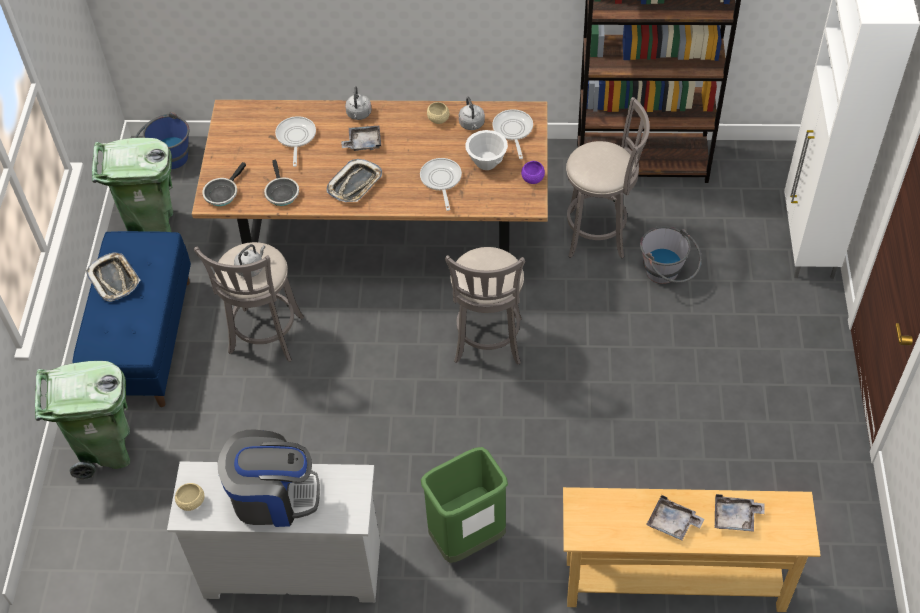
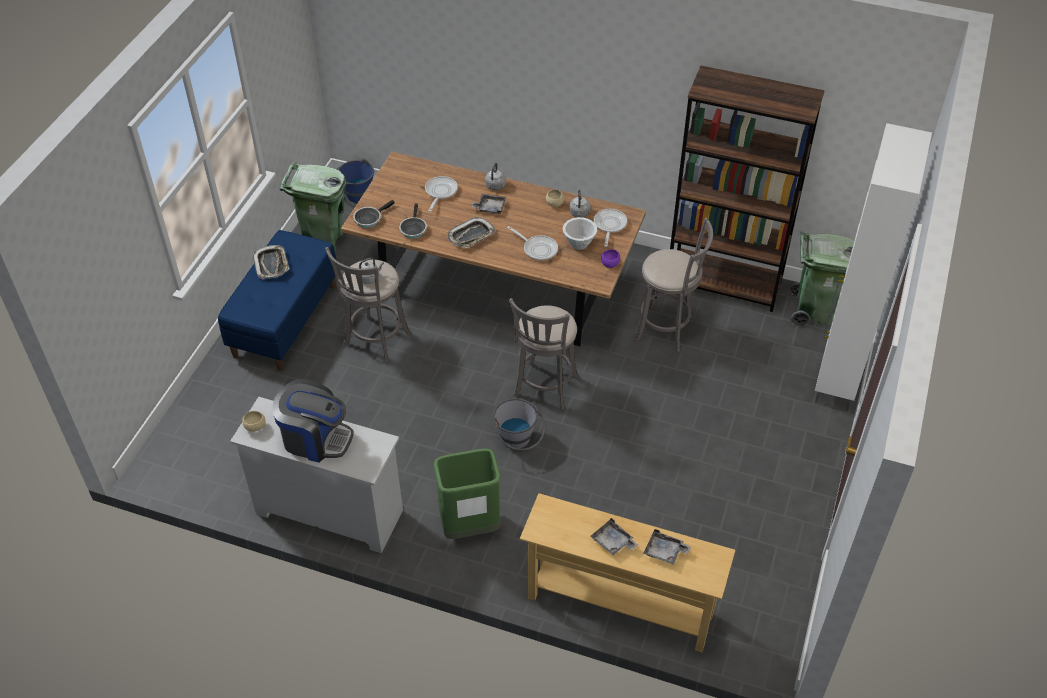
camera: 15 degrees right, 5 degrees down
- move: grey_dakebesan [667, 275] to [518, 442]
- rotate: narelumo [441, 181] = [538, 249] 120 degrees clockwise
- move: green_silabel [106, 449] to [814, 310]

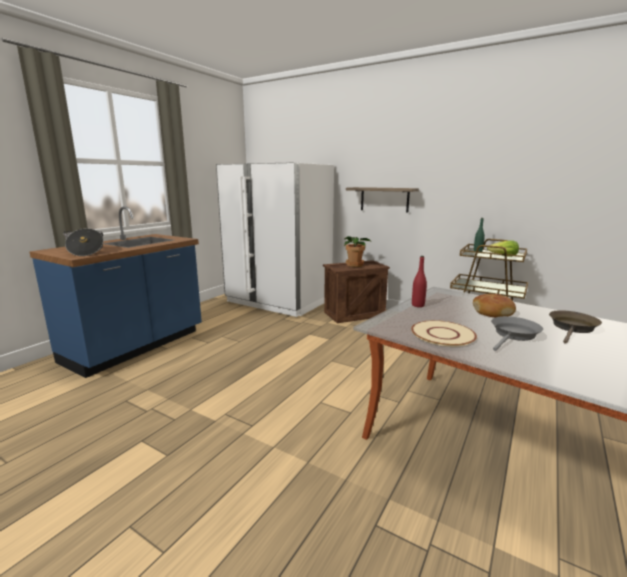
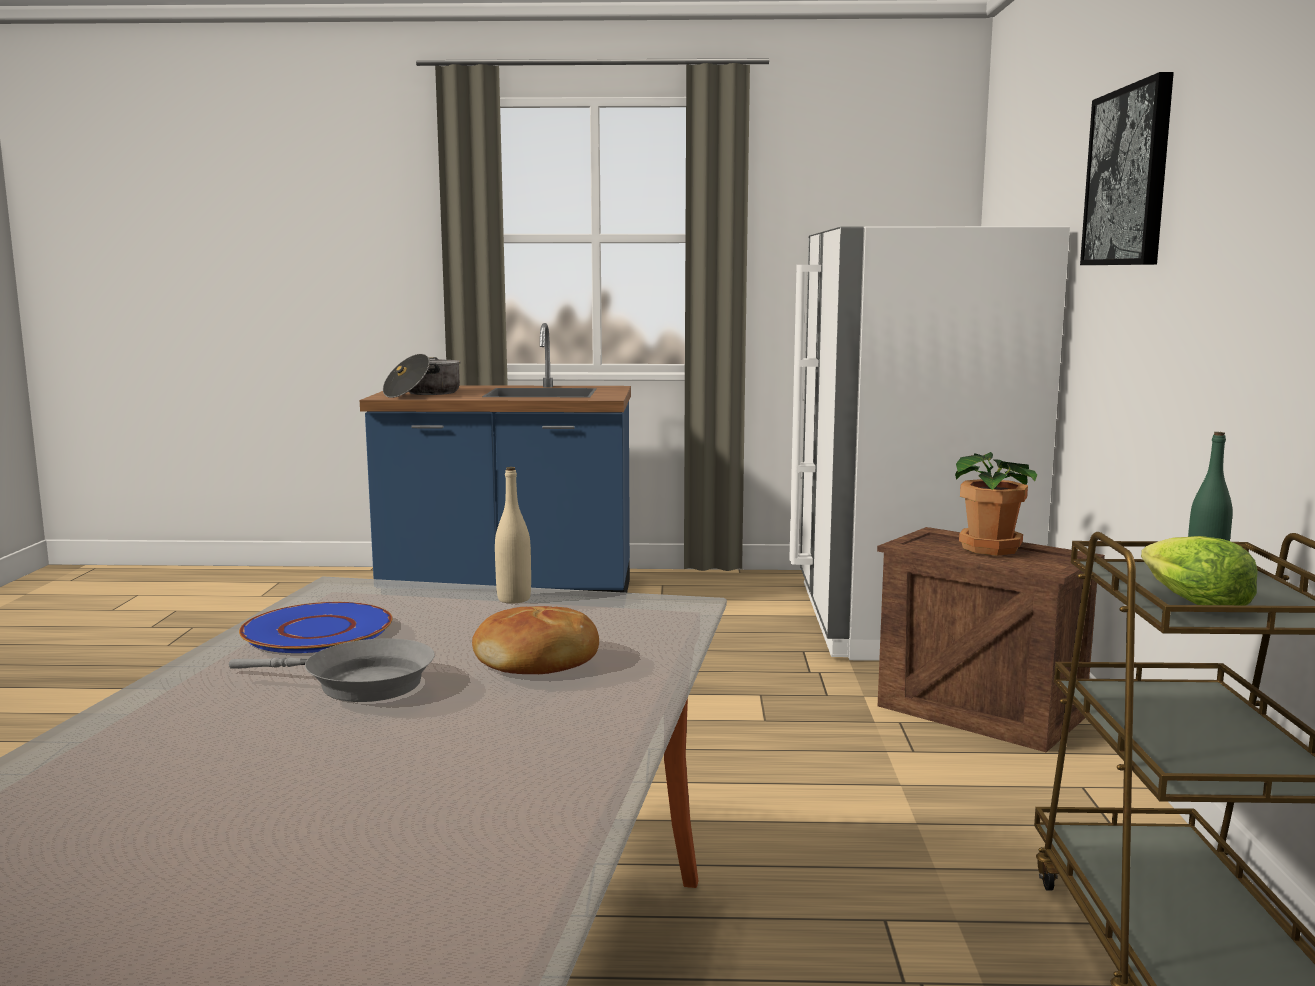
camera: 60 degrees right, 5 degrees down
- recolor: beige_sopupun [442, 334] to blue_sopupun [318, 630]
- recolor: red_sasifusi [418, 305] to beige_sasifusi [514, 599]
- insert: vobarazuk [1129, 177]
- delete: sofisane [384, 199]
- delete: brown_narelumo [572, 328]

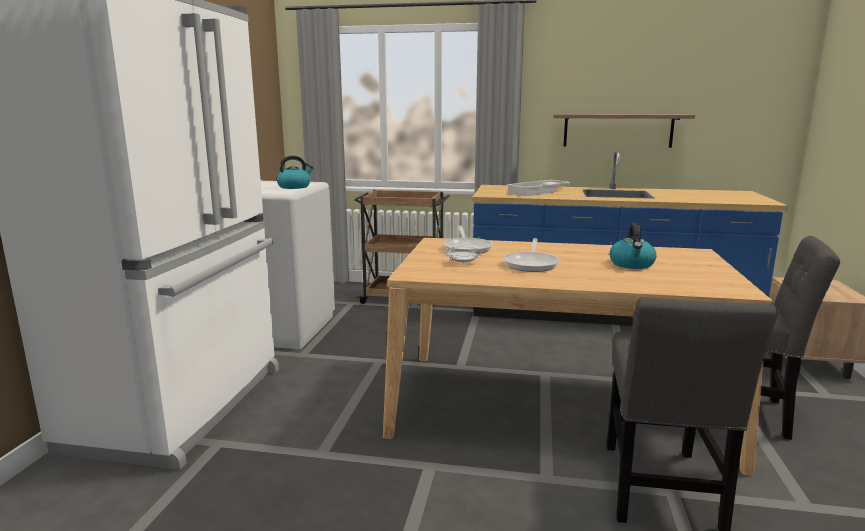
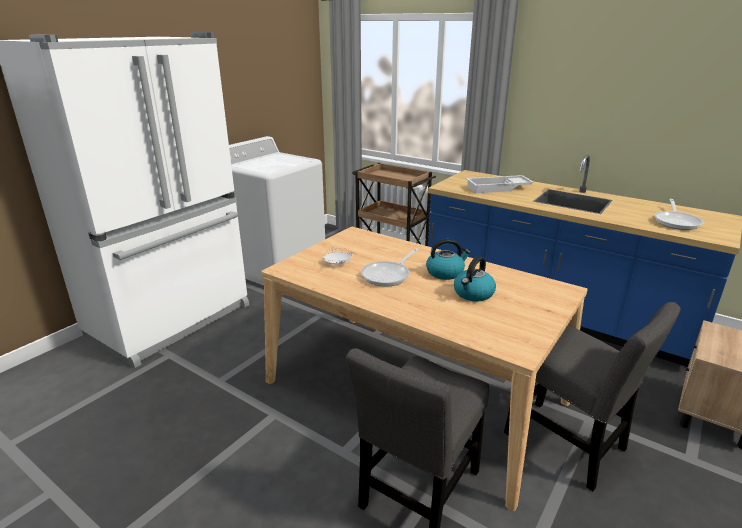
camera: 25 degrees right, 10 degrees up
- move: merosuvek [294, 187] to [445, 272]
- move: narelumo [467, 248] to [676, 222]
- delete: sofisane [618, 130]

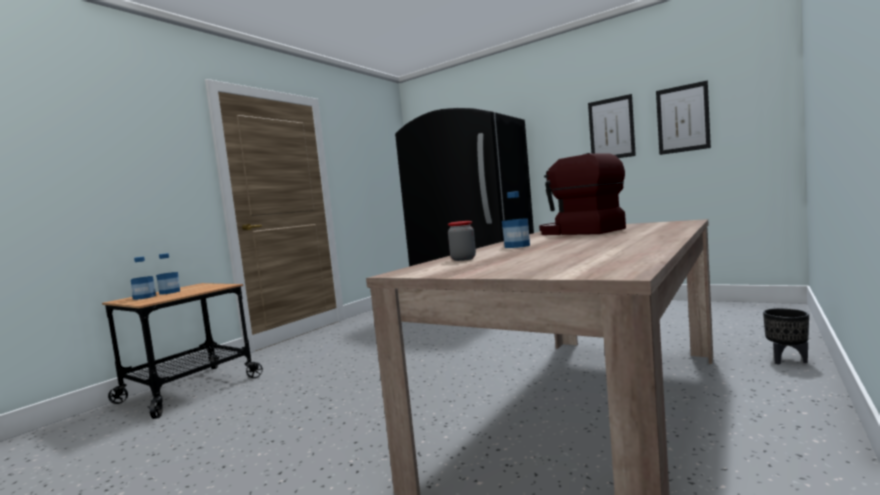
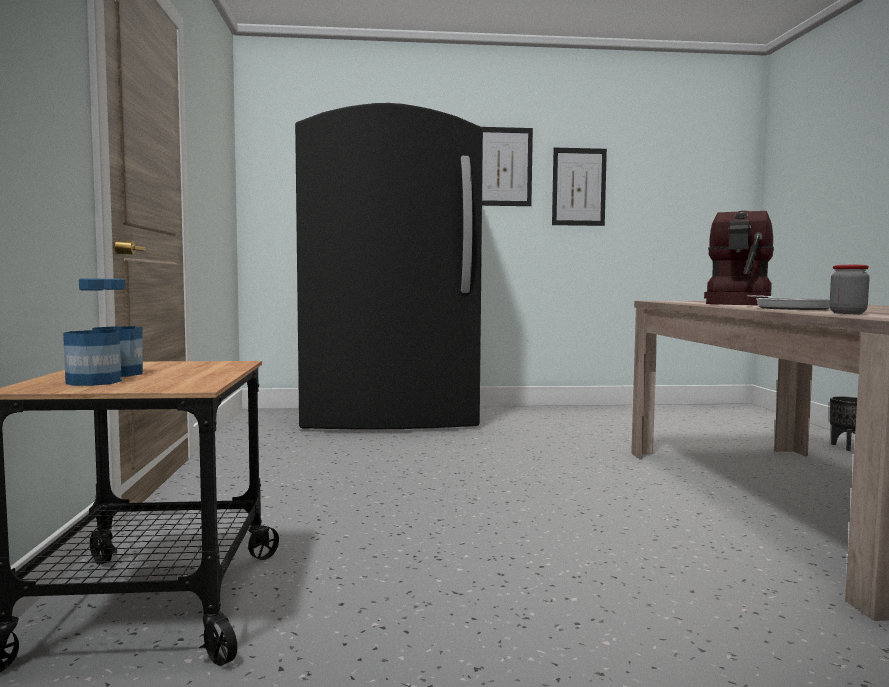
camera: 40 degrees left, 0 degrees up
- move: vobarazuk [682, 119] to [505, 167]
- rotate: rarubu [579, 232] = [739, 303] 75 degrees counterclockwise
- replace: sasifusi [517, 246] to narelumo [790, 308]

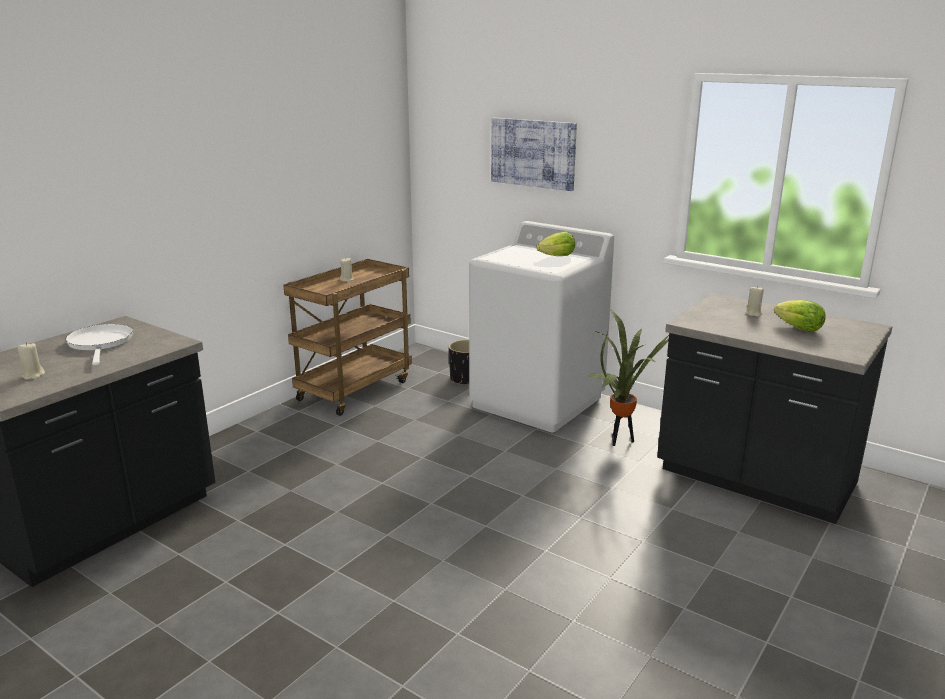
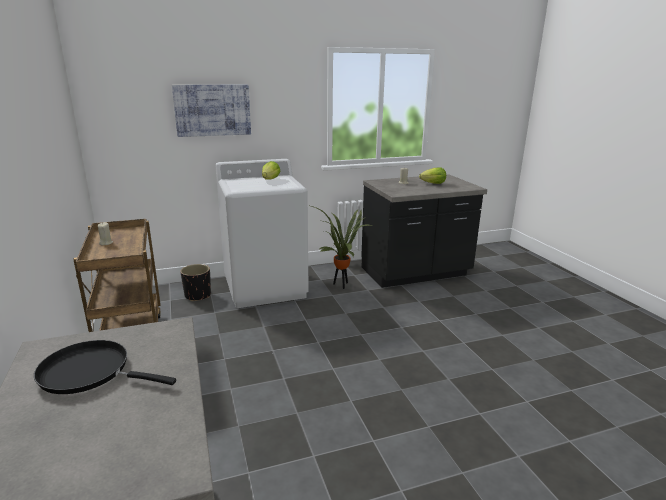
camera: 55 degrees left, 0 degrees up
- recolor: white_narelumo [100, 343] to black_narelumo [90, 372]
- delete: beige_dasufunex [33, 375]

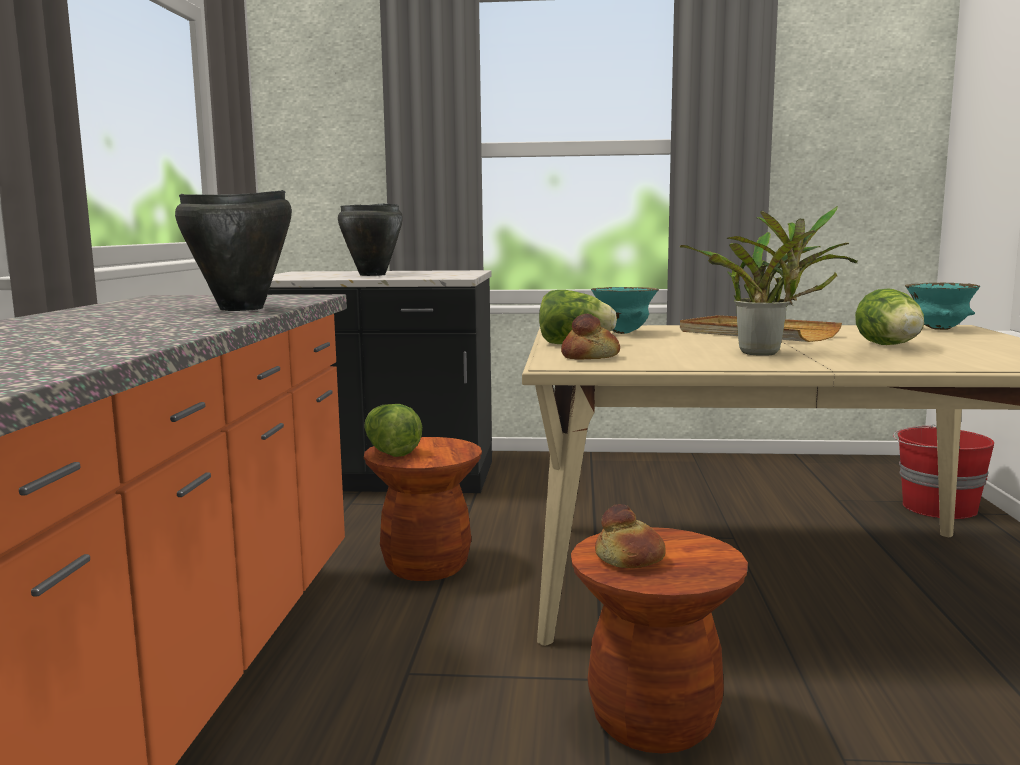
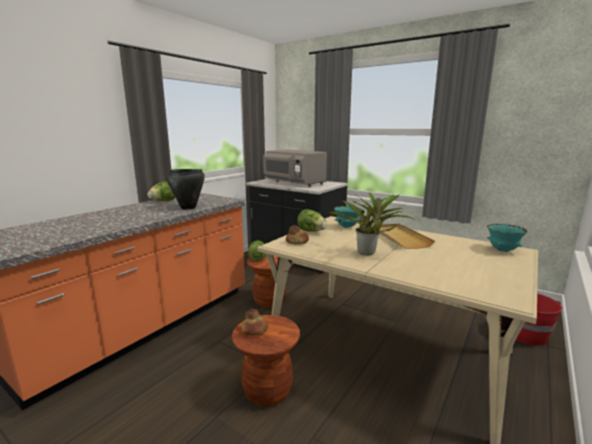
camera: 30 degrees right, 5 degrees up
- move: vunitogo [891, 346] to [163, 201]
- replace: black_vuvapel [373, 275] to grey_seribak [294, 183]

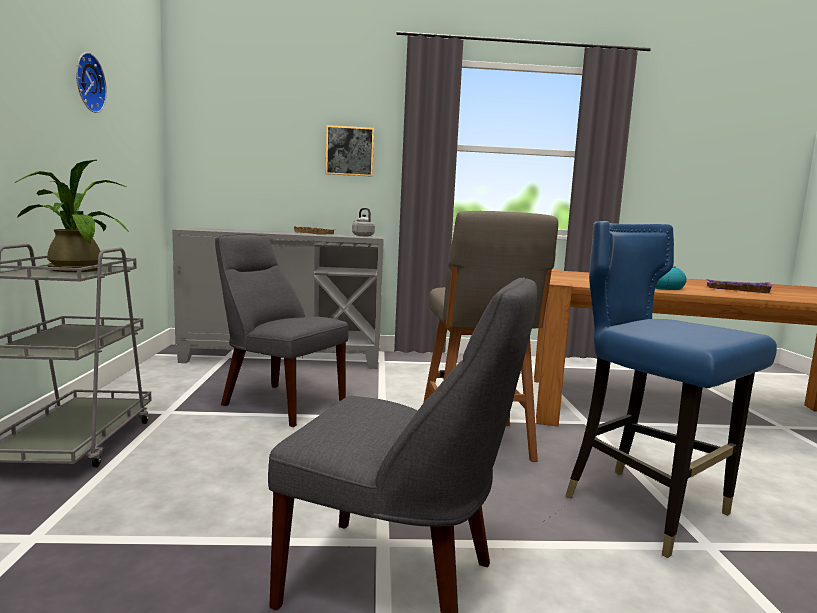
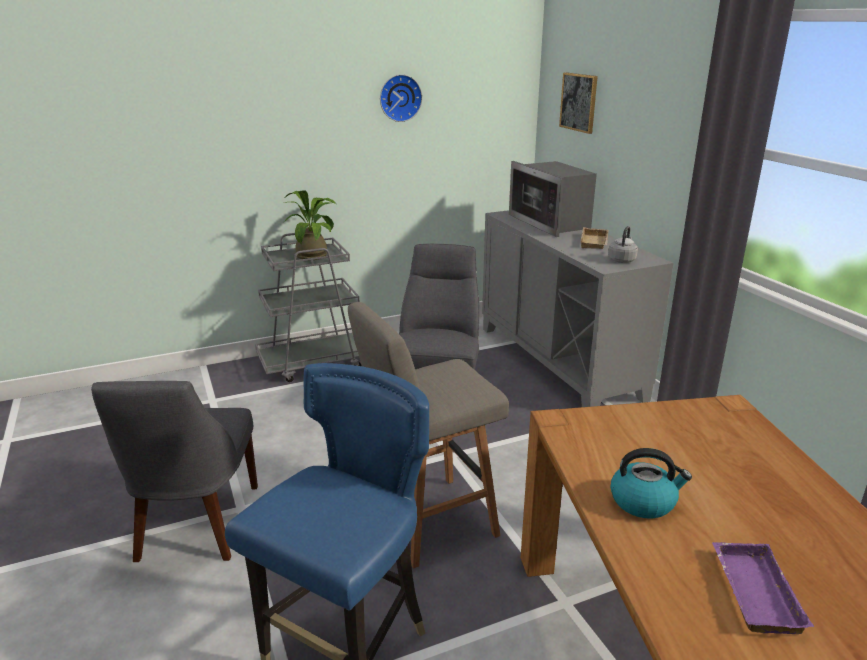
camera: 70 degrees right, 15 degrees up
- insert: seribak [550, 222]
- move: vobarazuk [349, 151] to [579, 102]

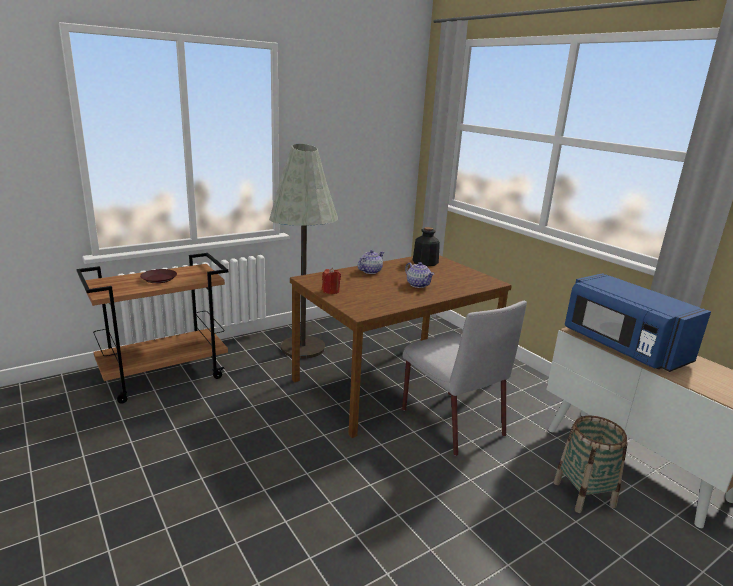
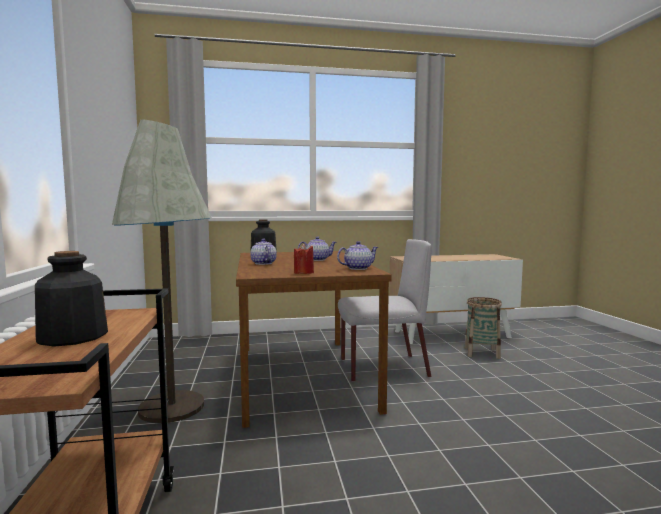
camera: 65 degrees left, 15 degrees down
- replace: brown_sopupun [159, 279] to sasifusi [71, 337]
- insert: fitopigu [357, 268]
- delete: blue_seribak [622, 347]

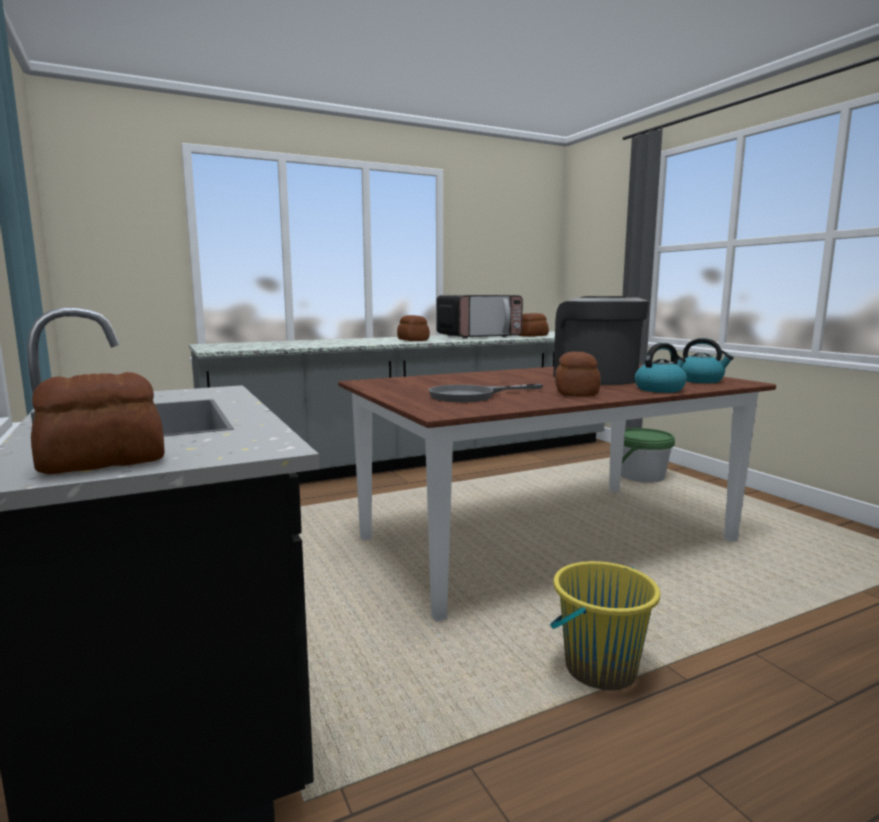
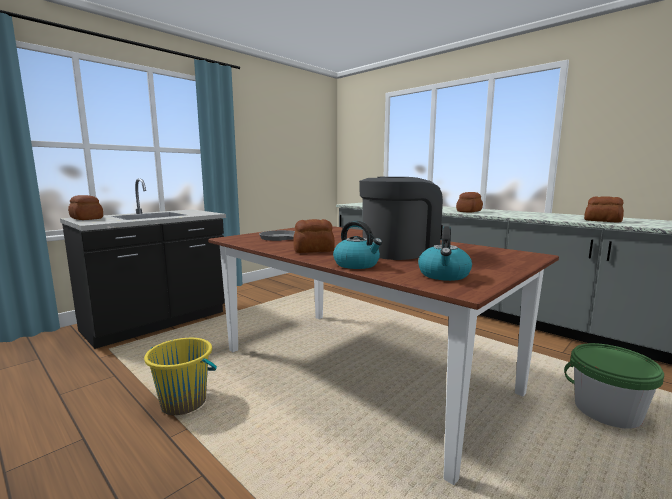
camera: 70 degrees right, 0 degrees up
- delete: seribak [479, 336]

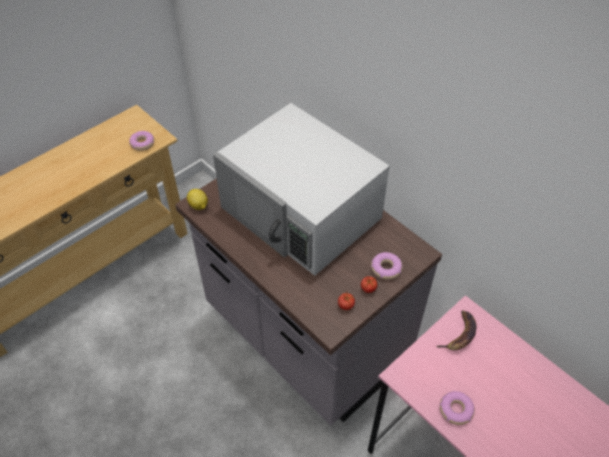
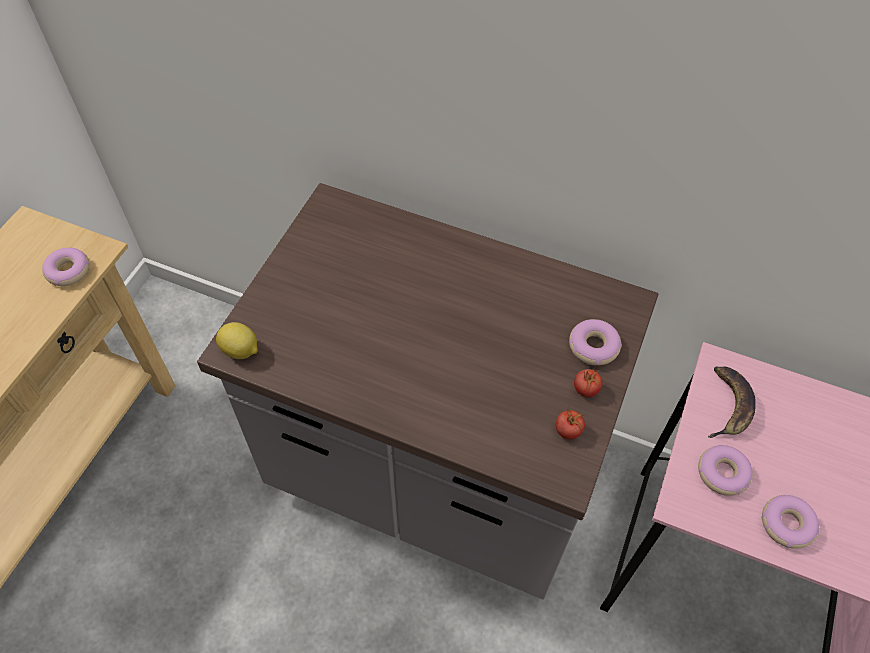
camera: 25 degrees left, 5 degrees up
- insert: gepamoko [722, 473]
- delete: white_seribak [302, 213]

